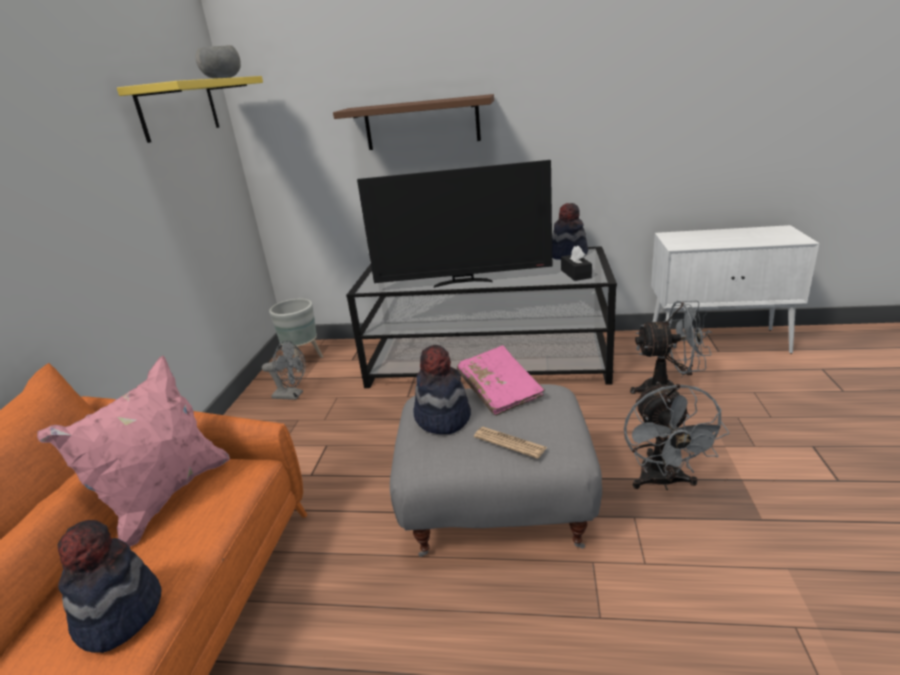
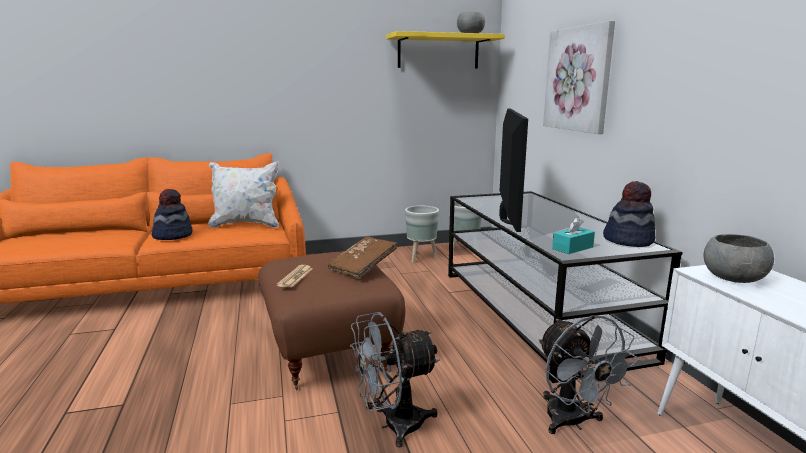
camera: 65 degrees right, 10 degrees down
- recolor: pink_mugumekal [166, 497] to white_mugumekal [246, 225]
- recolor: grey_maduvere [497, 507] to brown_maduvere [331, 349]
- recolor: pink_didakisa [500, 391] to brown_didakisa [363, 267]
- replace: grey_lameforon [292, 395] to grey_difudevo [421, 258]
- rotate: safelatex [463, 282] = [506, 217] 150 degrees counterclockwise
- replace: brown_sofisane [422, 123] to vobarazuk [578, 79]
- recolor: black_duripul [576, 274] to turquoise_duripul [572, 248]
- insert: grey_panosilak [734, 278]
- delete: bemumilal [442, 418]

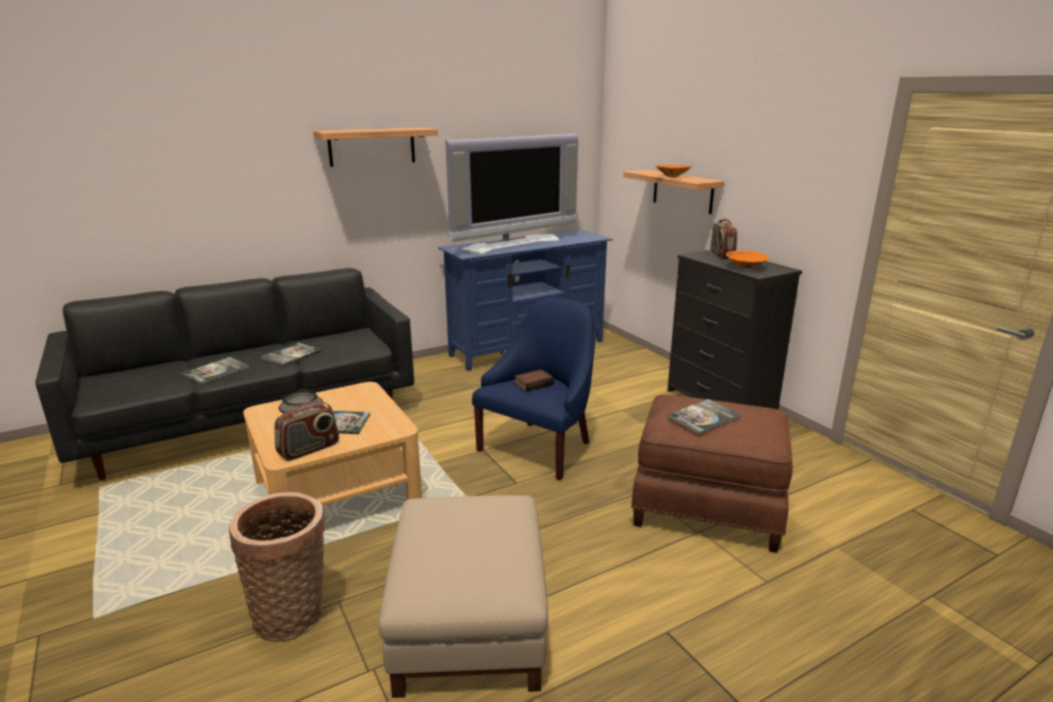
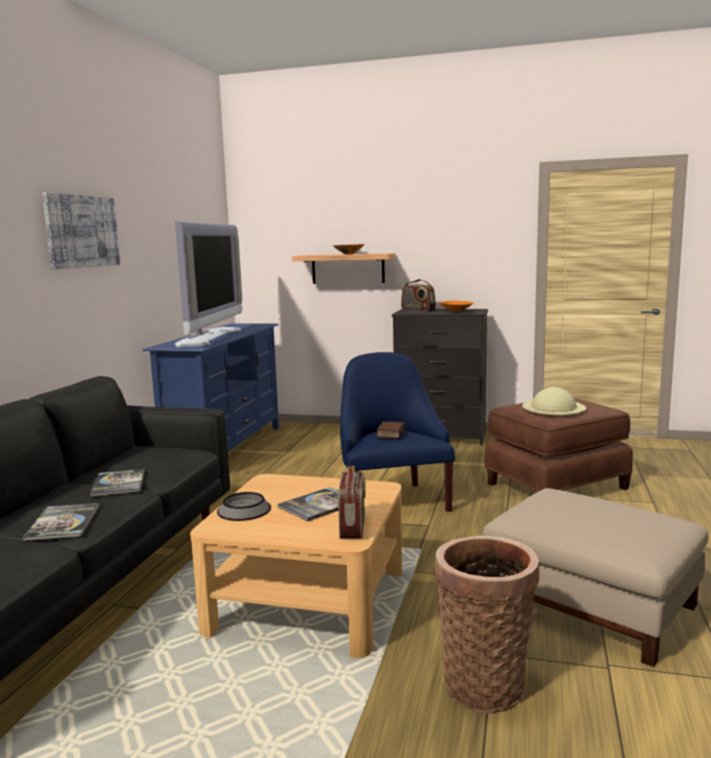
camera: 45 degrees left, 10 degrees down
- replace: sofisane [372, 146] to vobarazuk [82, 231]
- replace: didakisa [704, 417] to beige_bemumilal [553, 407]

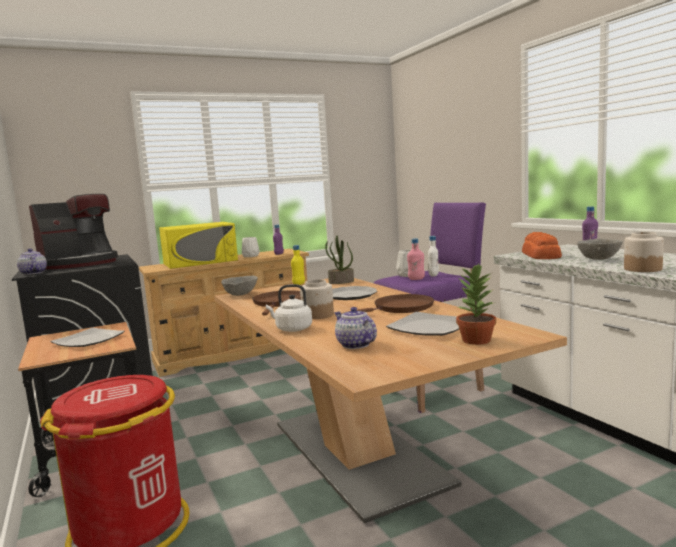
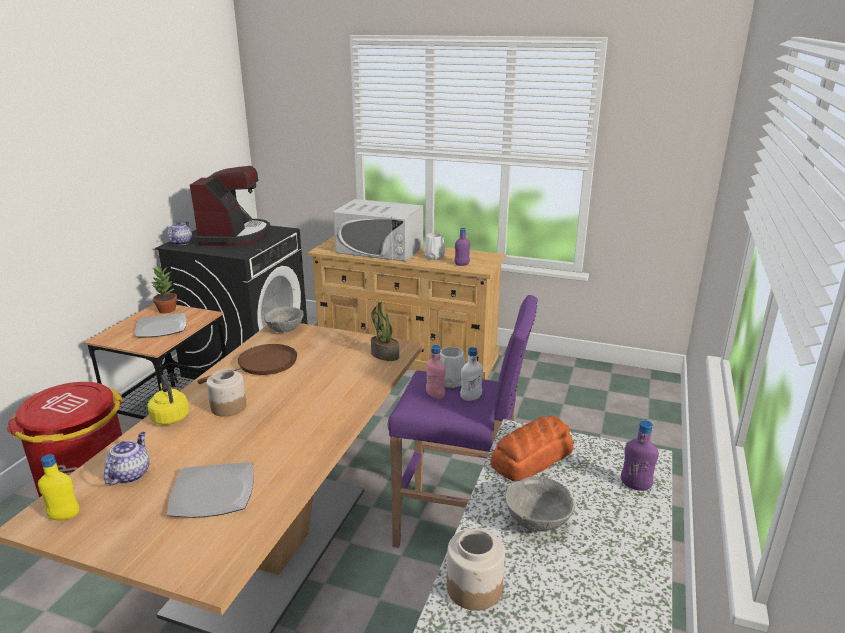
camera: 45 degrees right, 15 degrees up
- move: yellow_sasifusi [299, 284] to [64, 516]
- recolor: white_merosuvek [292, 329] to yellow_merosuvek [170, 417]
- move: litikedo [475, 340] to [166, 310]
- rotate: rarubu [79, 263] = [234, 236] 90 degrees counterclockwise
- recolor: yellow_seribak [200, 262] to white_seribak [380, 249]
- delete: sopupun [350, 295]
- delete: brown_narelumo [400, 308]

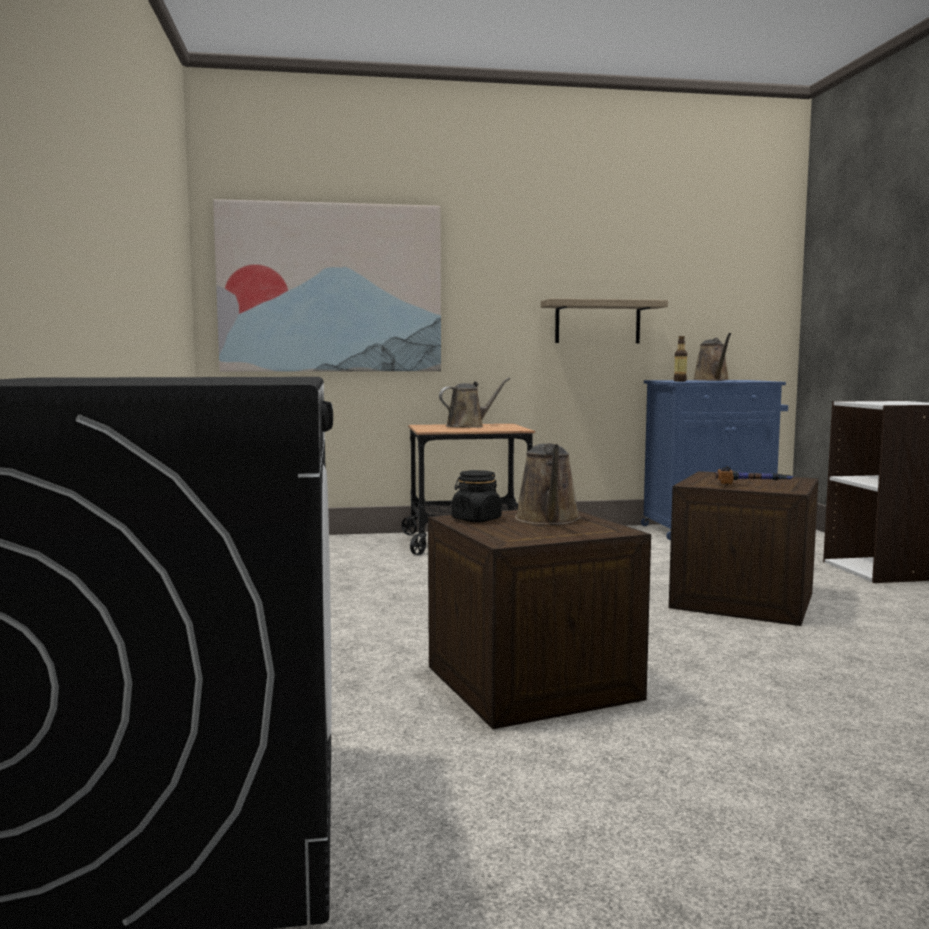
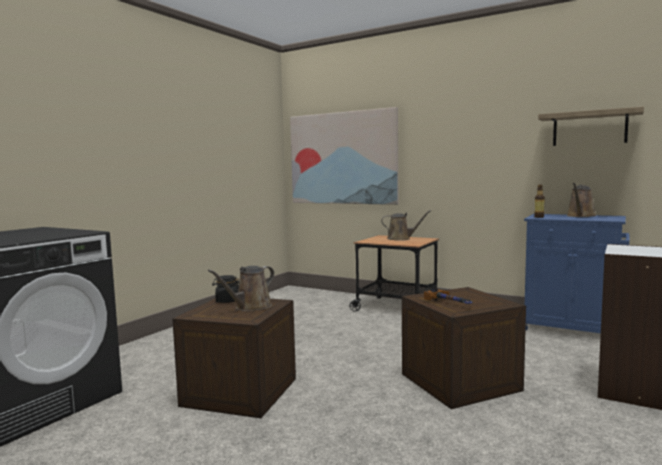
camera: 40 degrees right, 0 degrees up
- move: sofisane [597, 322] to [589, 128]

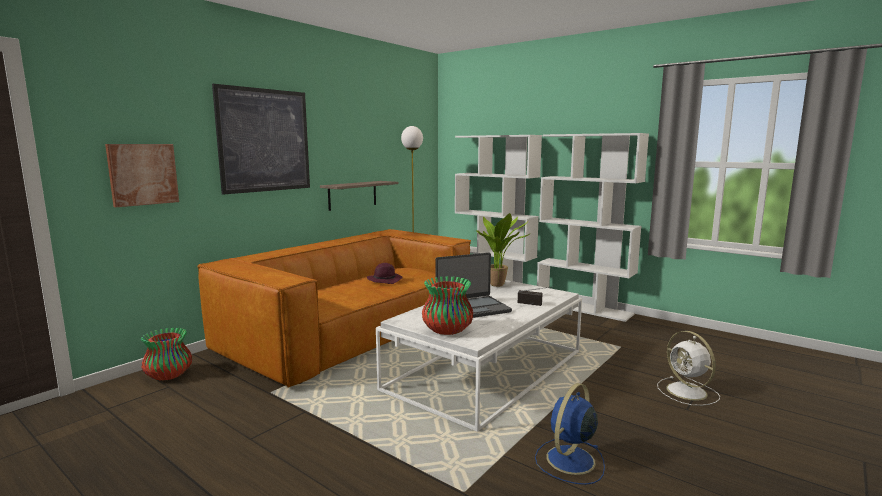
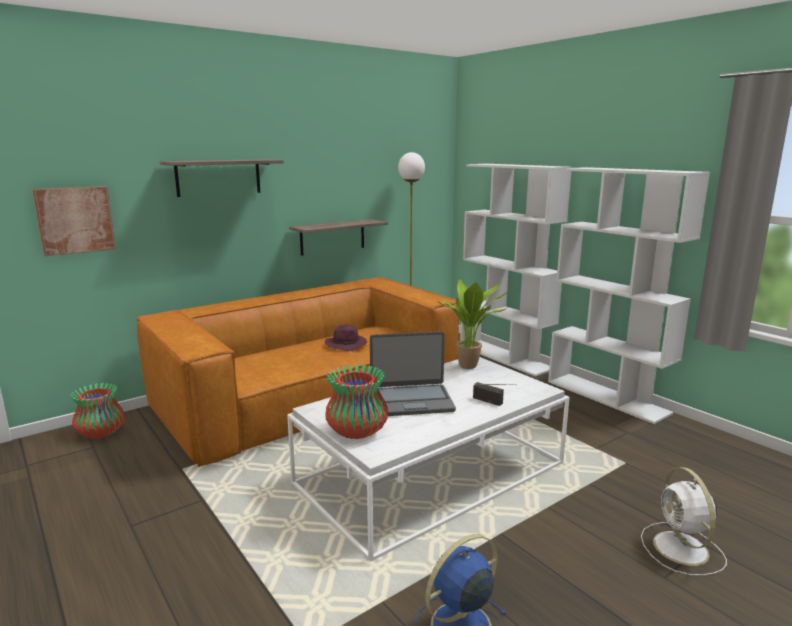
camera: 15 degrees right, 5 degrees up
- replace: vobarazuk [264, 140] to sofisane [218, 177]

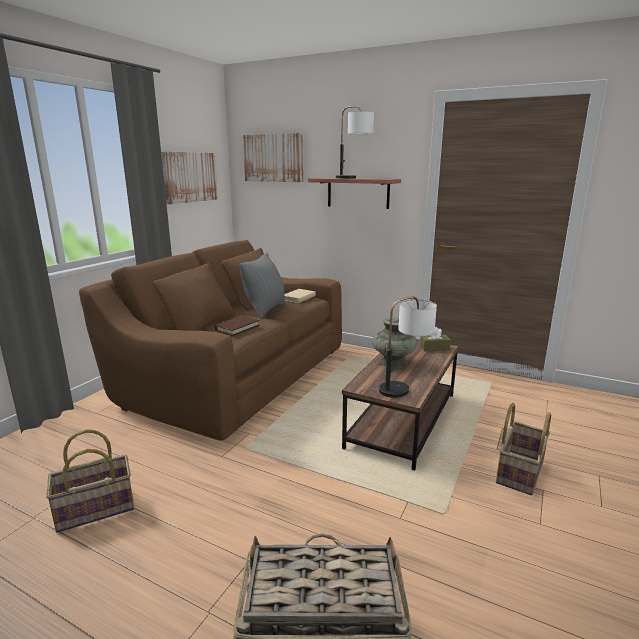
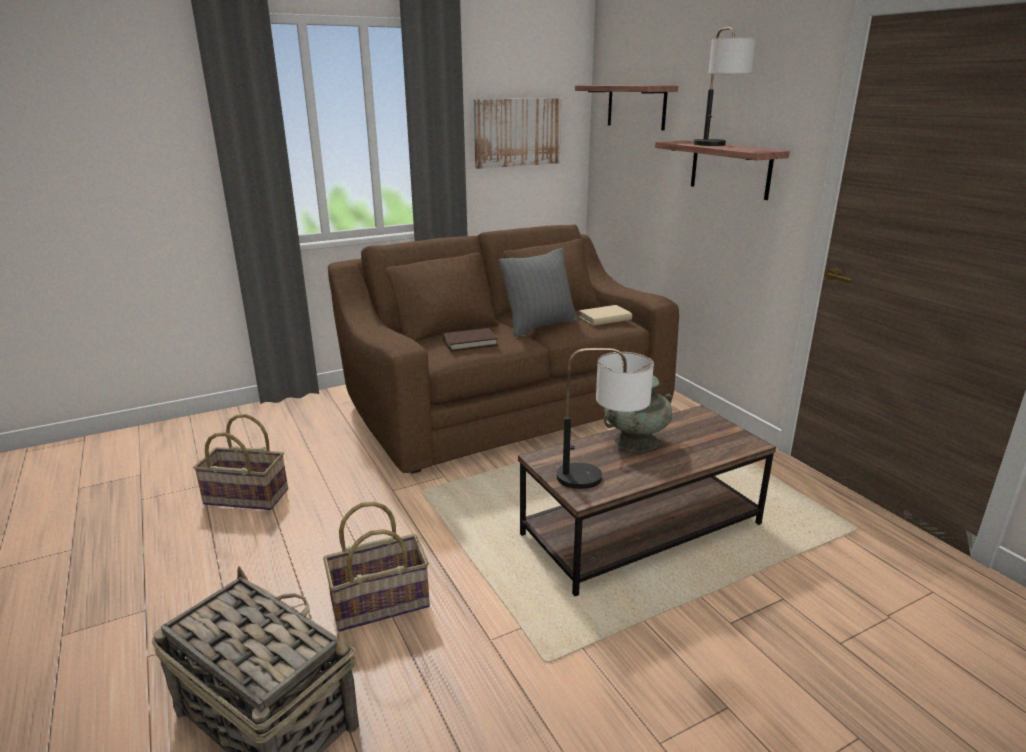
camera: 35 degrees right, 5 degrees up
- move: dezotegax [518, 472] to [380, 602]
- replace: vobarazuk [273, 158] to sofisane [636, 106]
- delete: brown_duripul [434, 348]

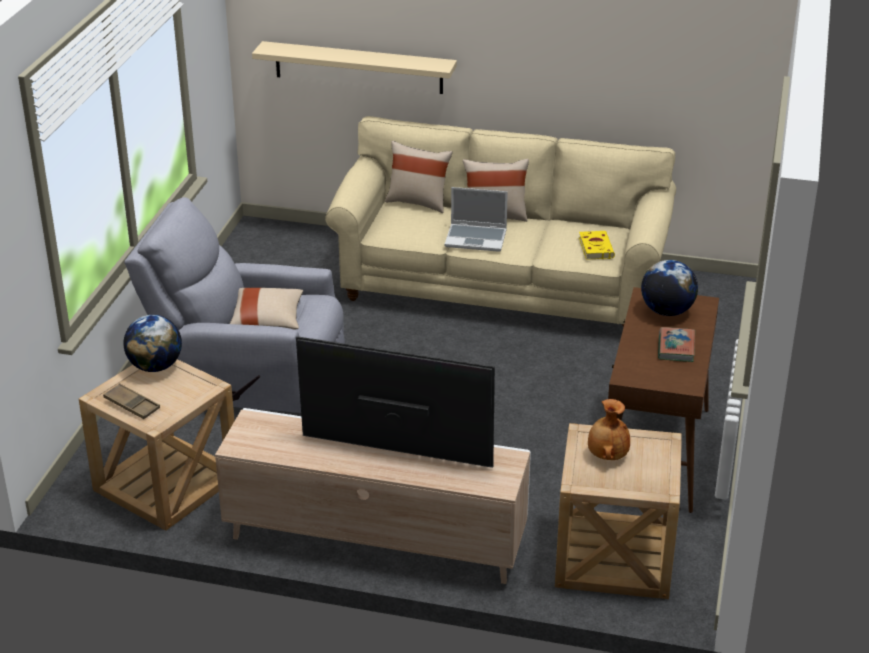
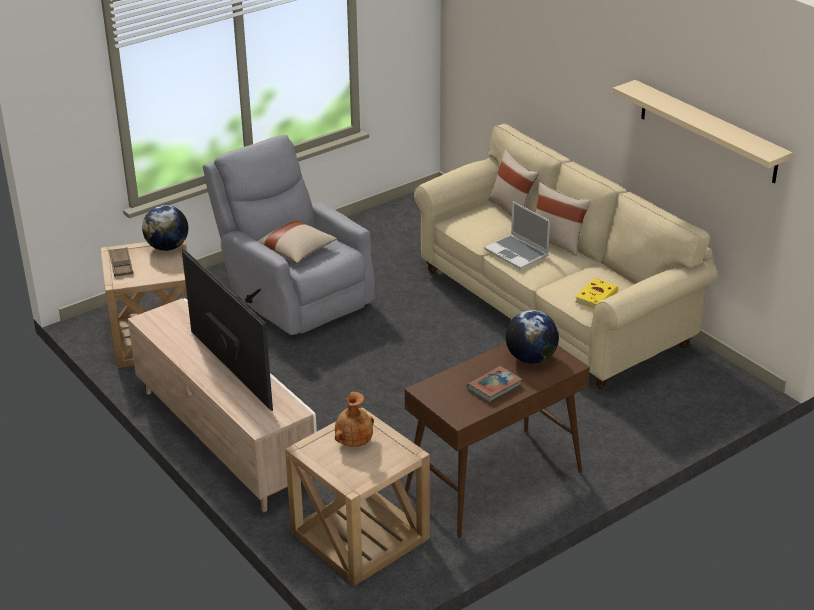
camera: 40 degrees right, 0 degrees up
- move: beige_sofisane [358, 67] to [708, 131]

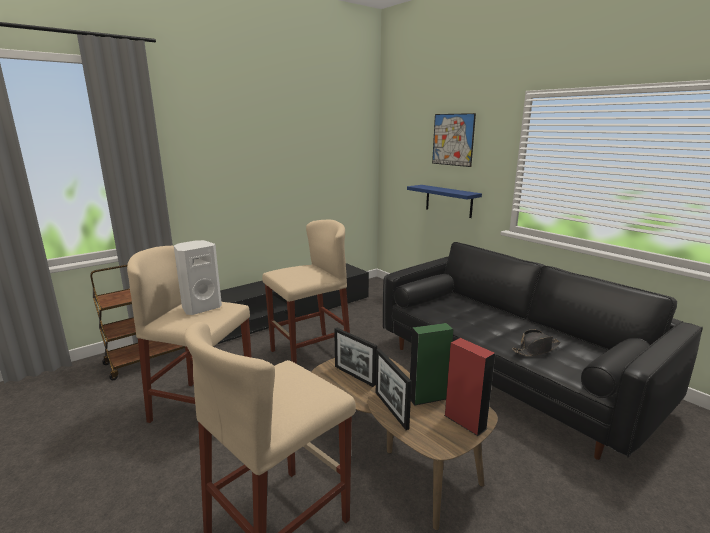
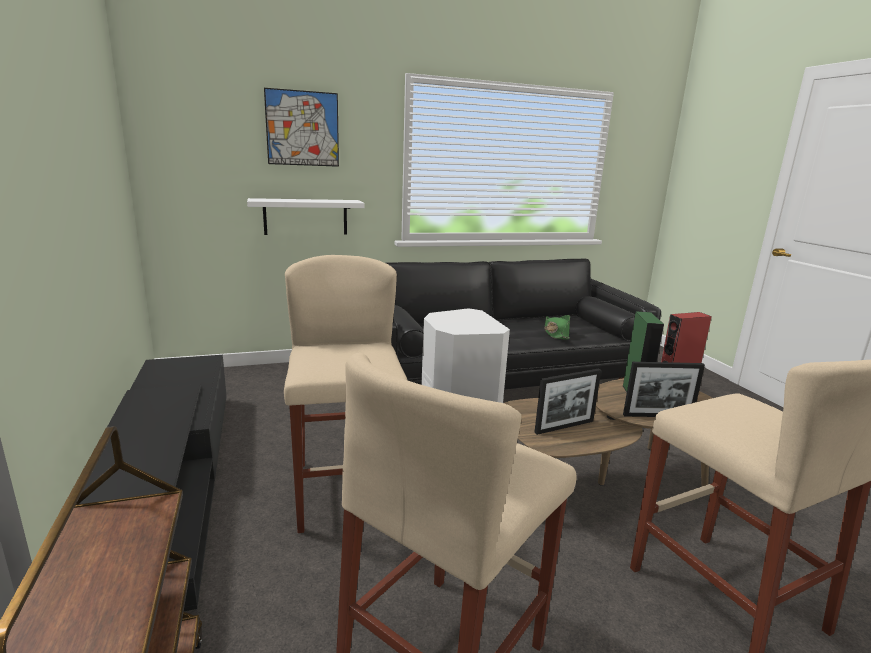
camera: 70 degrees left, 0 degrees up
- recolor: blue_sofisane [448, 201] to white_sofisane [305, 217]
- recolor: black_bemumilal [536, 349] to green_bemumilal [556, 333]

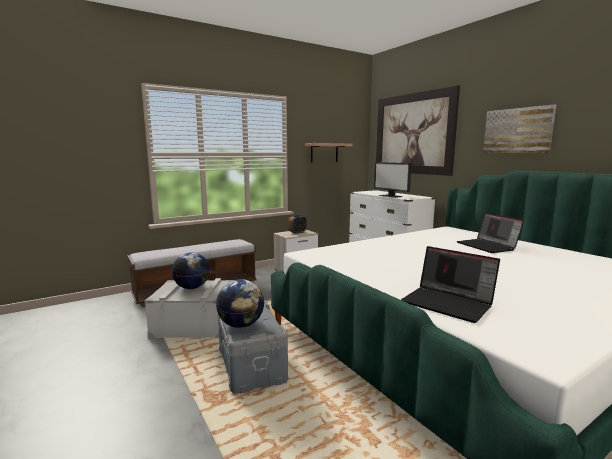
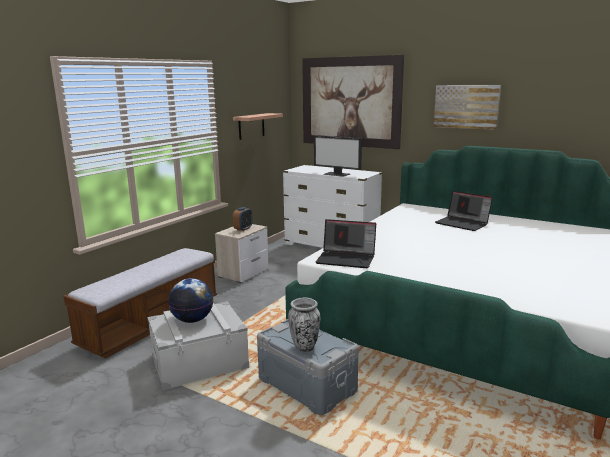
camera: 25 degrees left, 5 degrees up
- replace: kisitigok [241, 325] to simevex [304, 347]
- move: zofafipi [449, 303] to [347, 259]

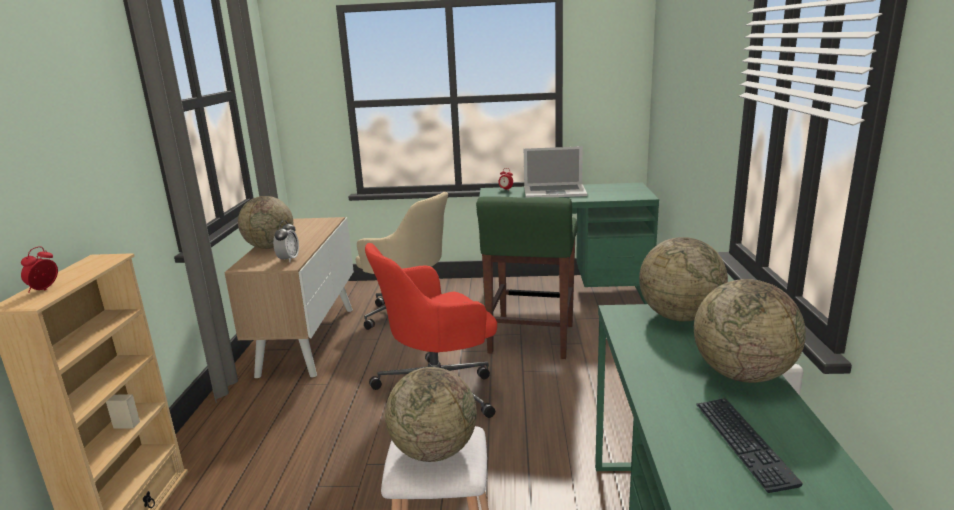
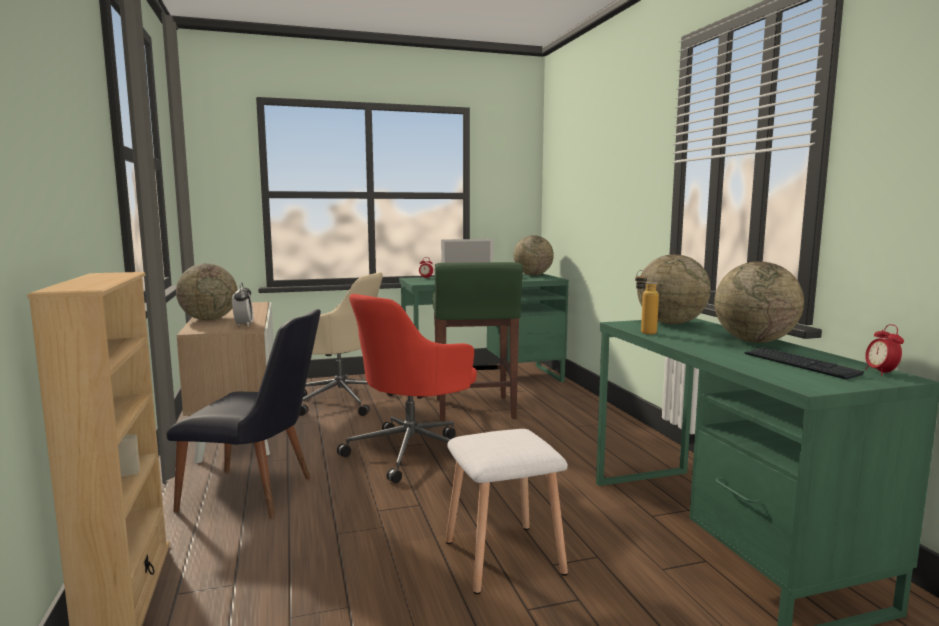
camera: 20 degrees left, 10 degrees down
- insert: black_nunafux [258, 495]
- move: kisitigok [434, 451] to [533, 275]
- insert: sasifusi [644, 332]
- move: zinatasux [44, 289] to [881, 373]

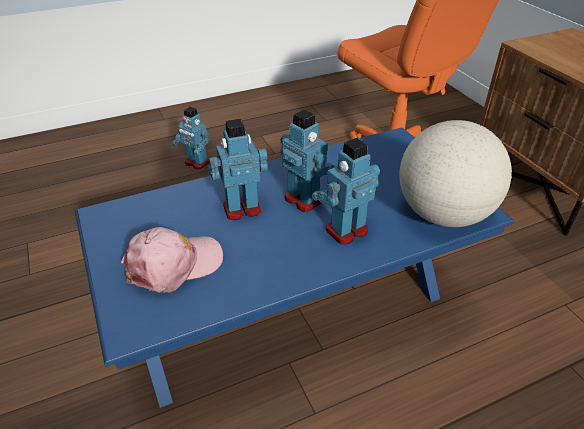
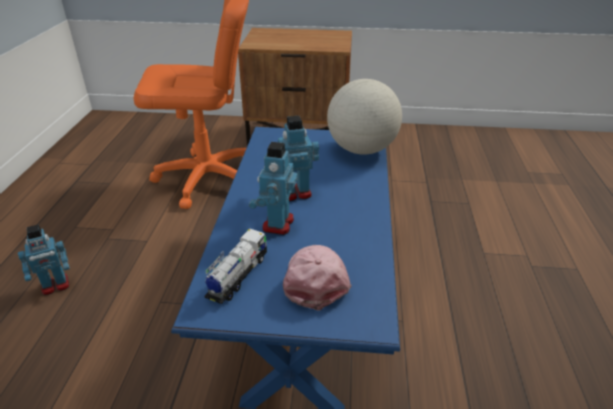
camera: 60 degrees left, 5 degrees down
- insert: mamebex [237, 276]
- delete: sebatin [346, 230]

